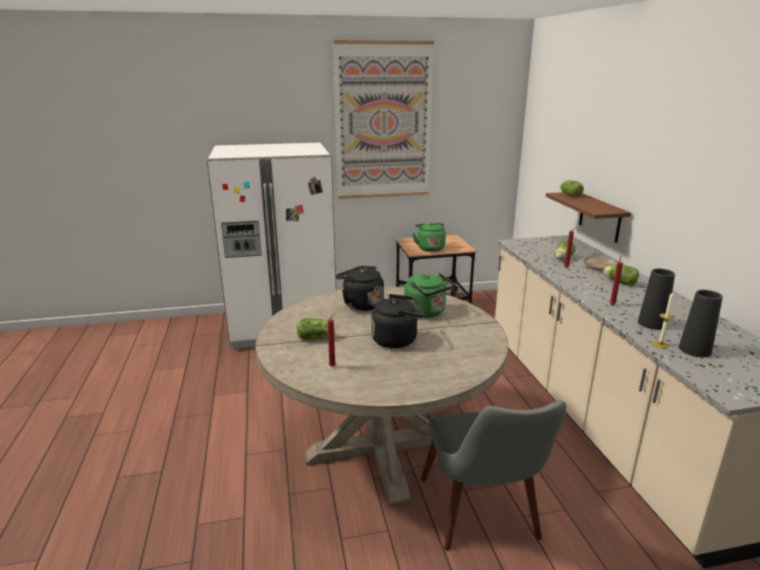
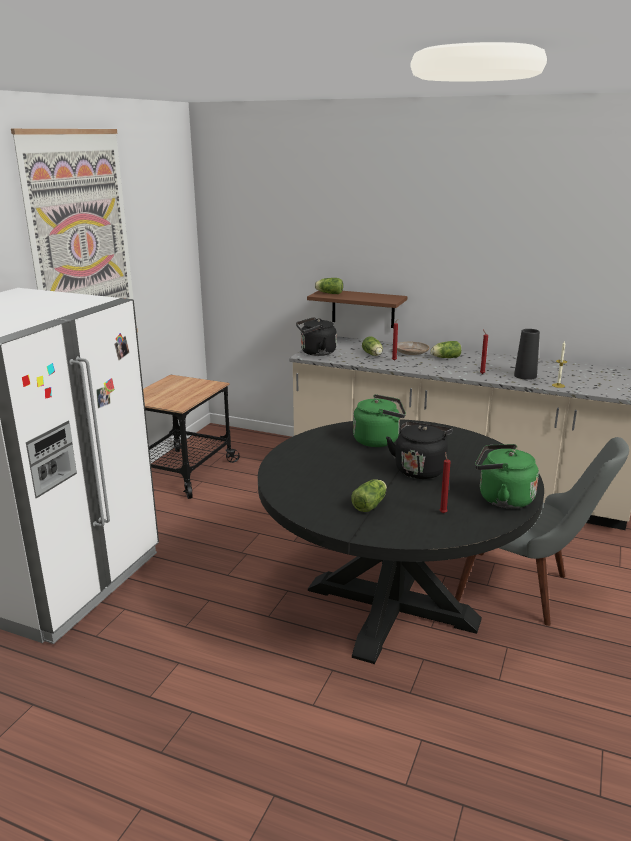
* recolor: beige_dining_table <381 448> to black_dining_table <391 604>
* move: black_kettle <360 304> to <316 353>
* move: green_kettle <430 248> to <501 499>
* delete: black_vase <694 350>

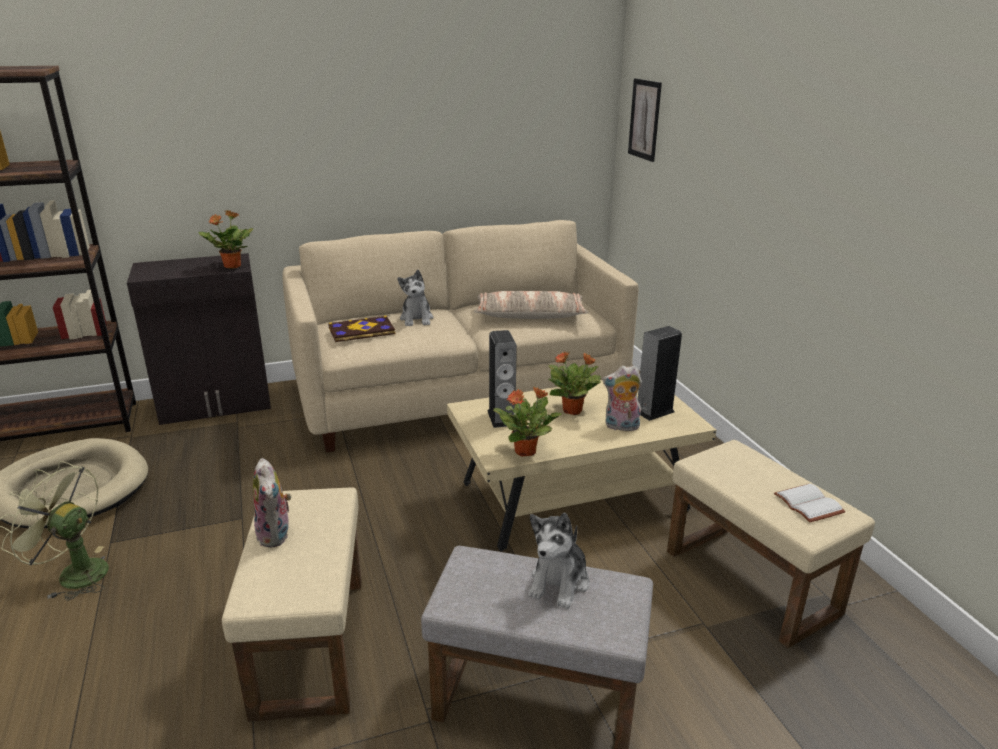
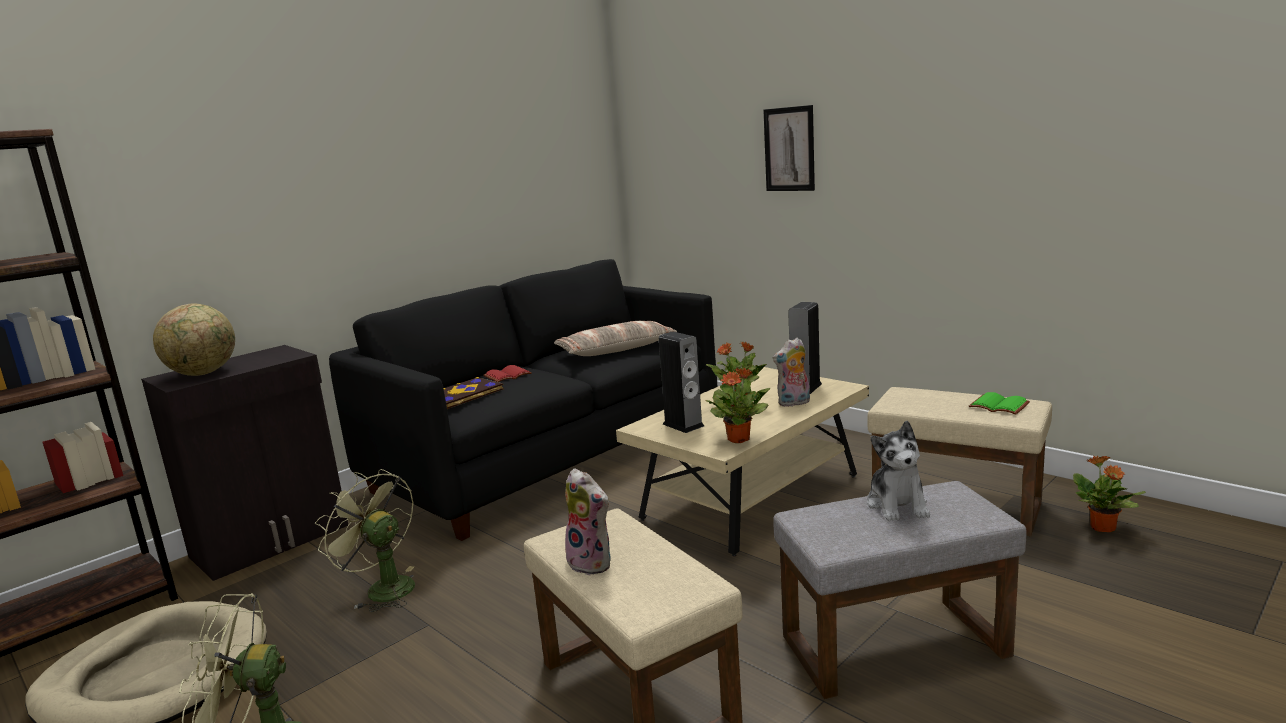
* insert: globe <203 373>
* insert: green_fan <382 588>
* recolor: beige_sofa <459 393> to black_sofa <550 456>
* replace: plush_toy <417 319> to red_book <507 375>
* move: picture <644 119> to <789 149>
* recolor: white_book <810 504> to green_book <1000 405>
* move: potted_plant <231 266> to <1103 528>

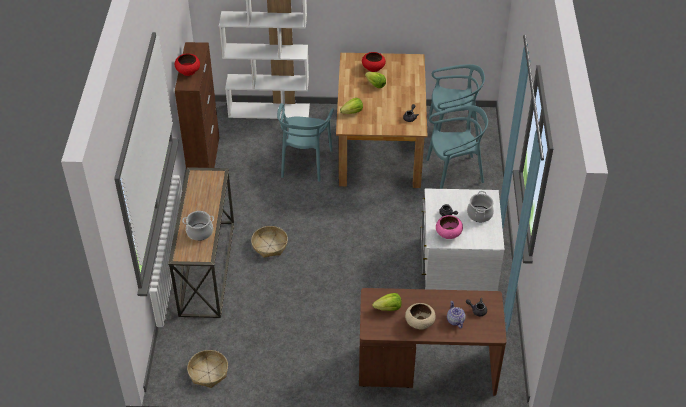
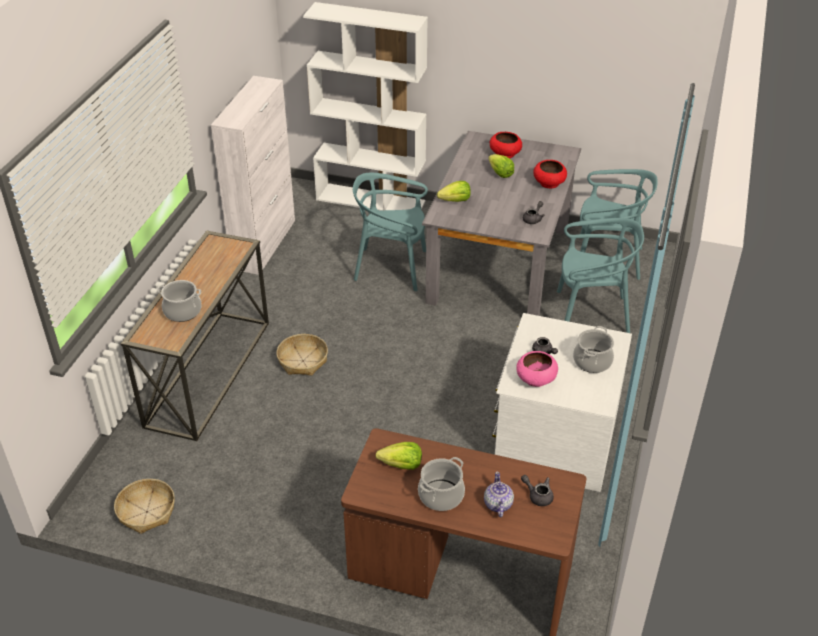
* recolor: brown_cabinet <204 160> to white_cabinet <264 244>
* rotate: turquoise_chair <304 162> = <391 267> 75 degrees clockwise
* replace: beige_bowl <419 322> to cooking_pot <441 495>
* recolor: brown_dining_table <379 145> to grey_dining_table <499 263>
* move: red_bowl <188 71> to <549 183>

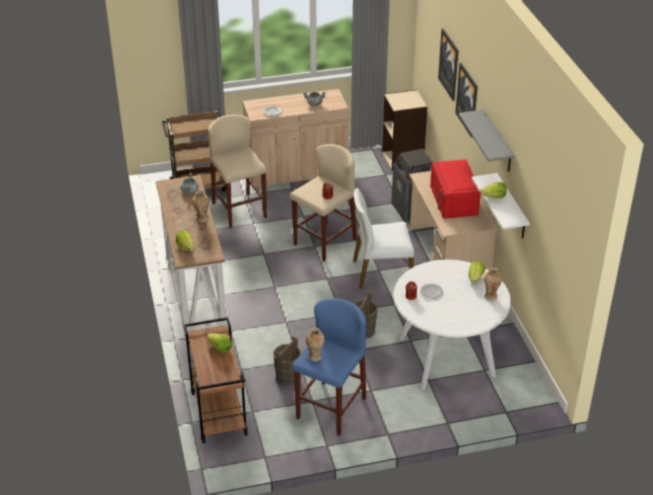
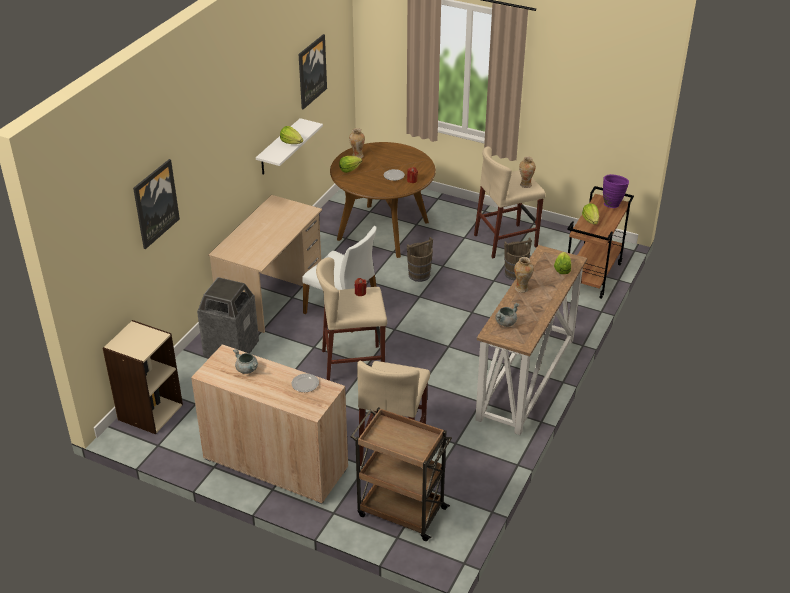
* move: picture <467 99> to <311 71>
* recolor: white_dining_table <446 356> to brown_dining_table <383 230>
* recolor: blue_stool <331 408> to beige_stool <505 241>
* insert: purple_vase <612 204>
* delete: red_microwave <454 200>
* delete: grey_shelf <498 142>

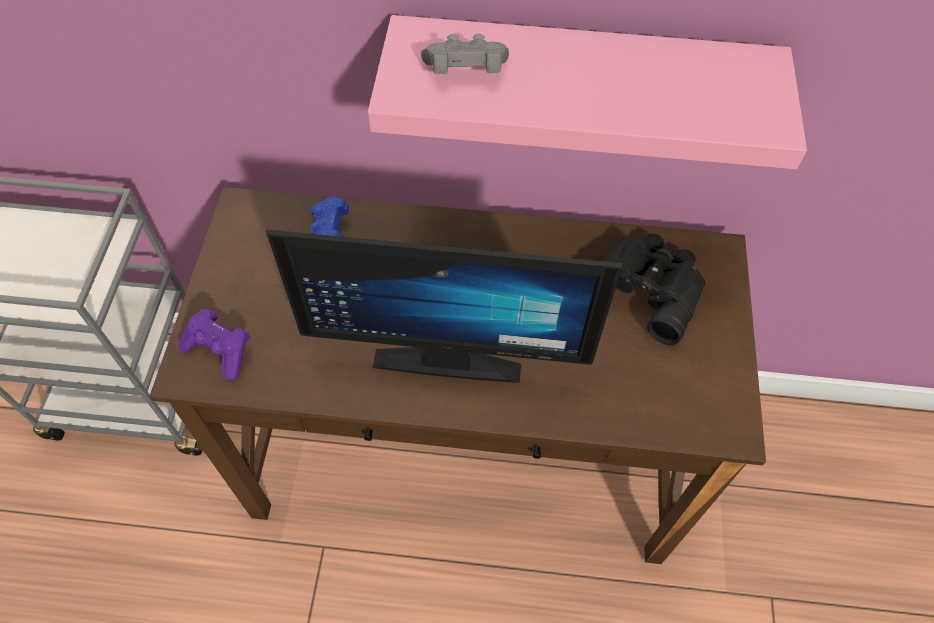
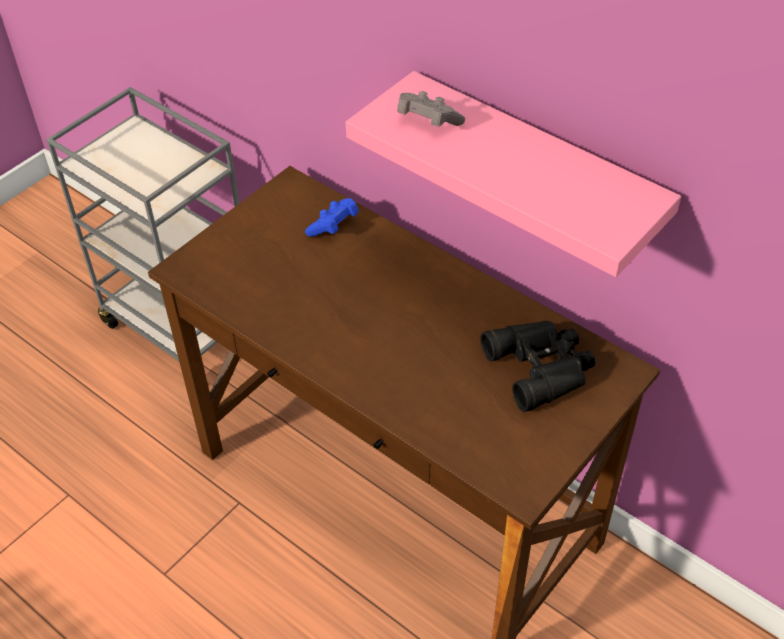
* delete: purple_game_controller <220 350>
* delete: monitor <448 350>

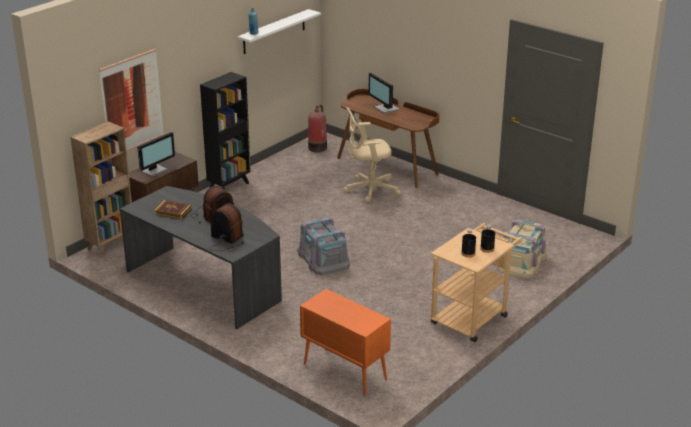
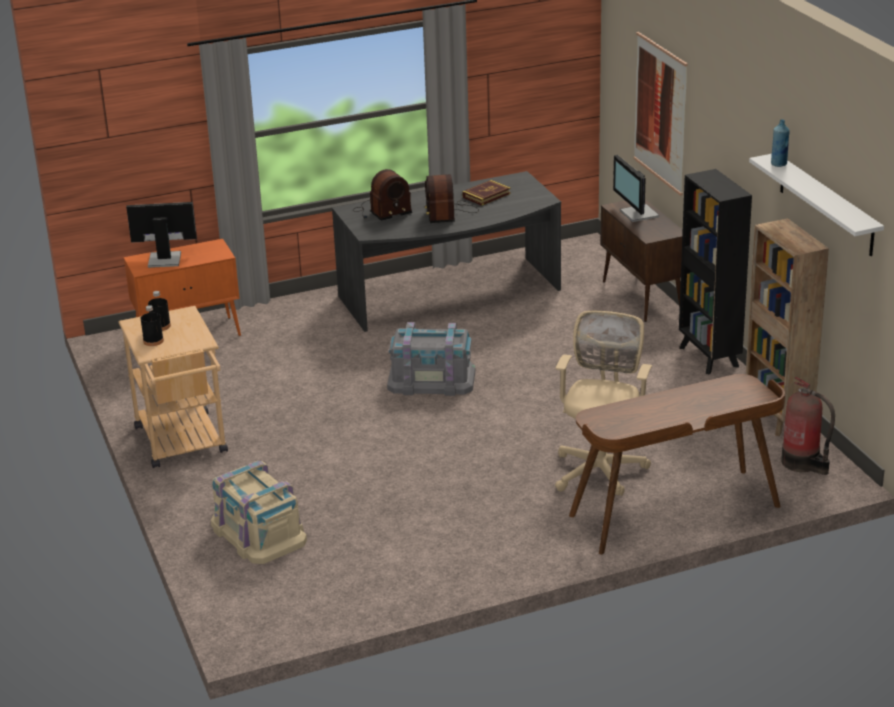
* move: monitor <385 109> to <164 259>
* move: brown_bookcase <111 245> to <777 417>

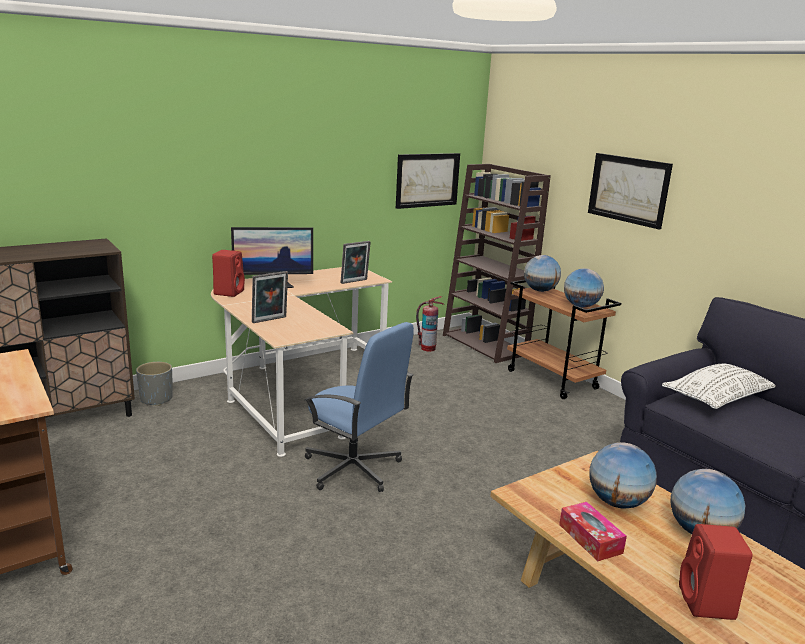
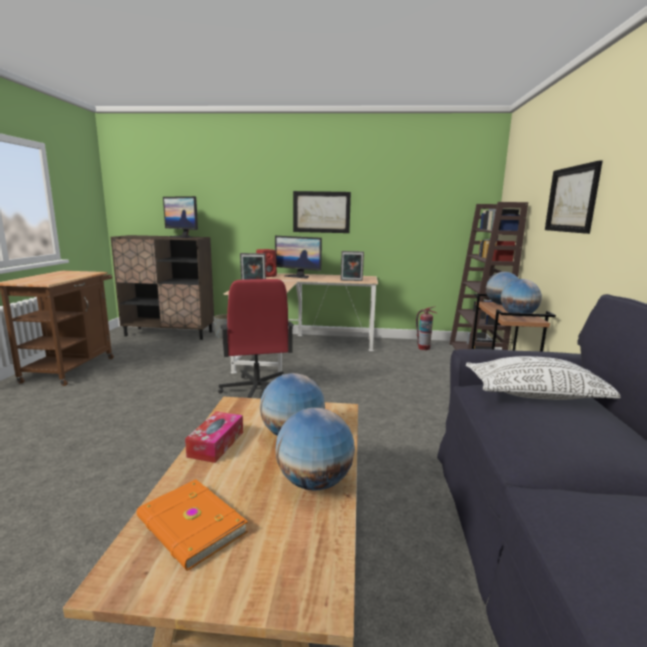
* replace: red_speaker <707 604> to orange_book <190 526>
* insert: monitor <183 237>
* recolor: blue_office_chair <353 469> to red_office_chair <256 390>
* move: picture <427 180> to <321 212>

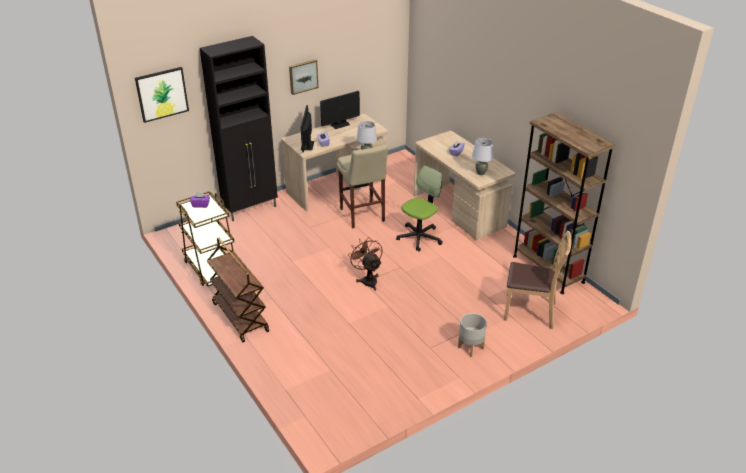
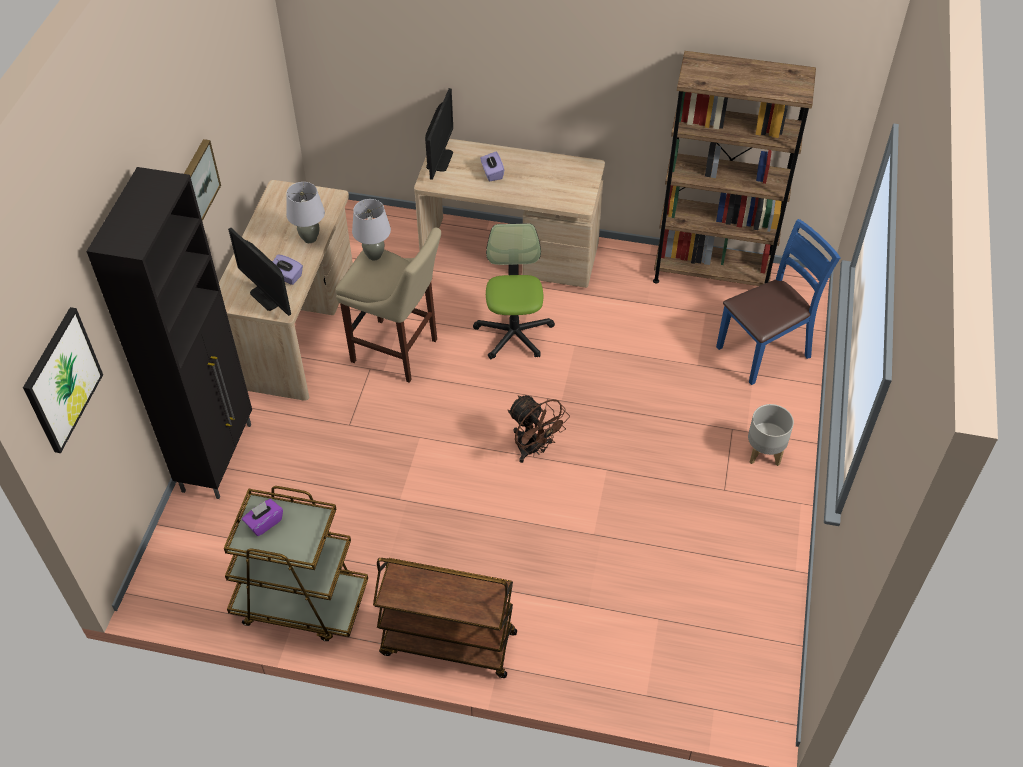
* move: grey_table_lamp <481 173> to <310 238>
* move: monitor <340 124> to <439 160>
* rotate: brown_fan <368 280> = <534 449> 150 degrees counterclockwise
* recolor: brown_chair <530 312> to blue_chair <764 351>

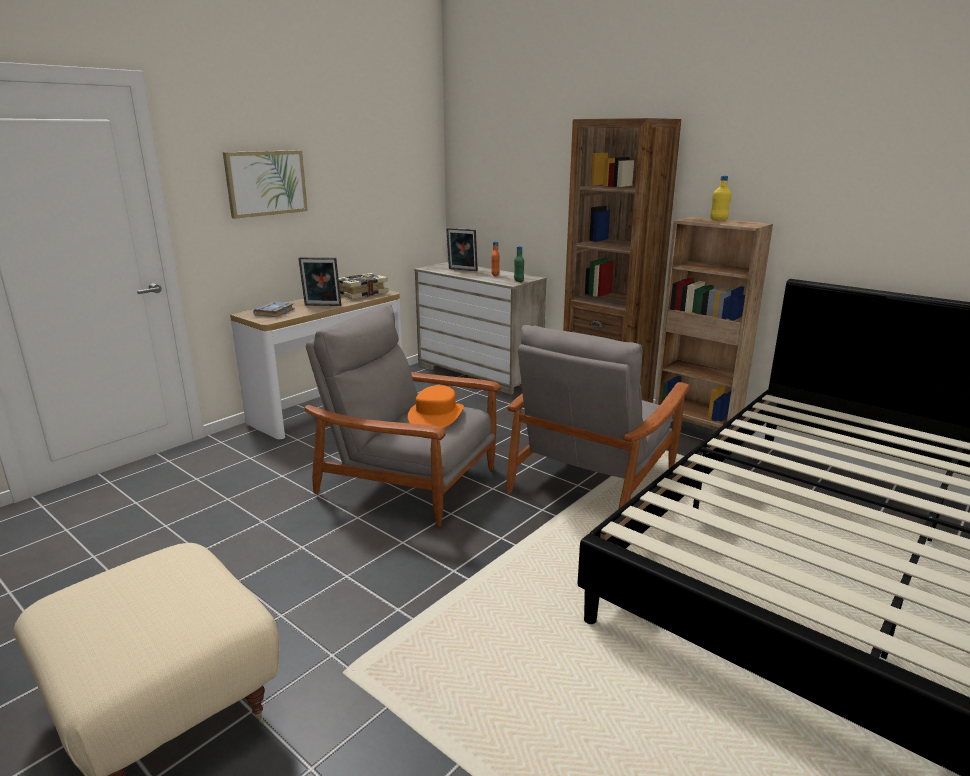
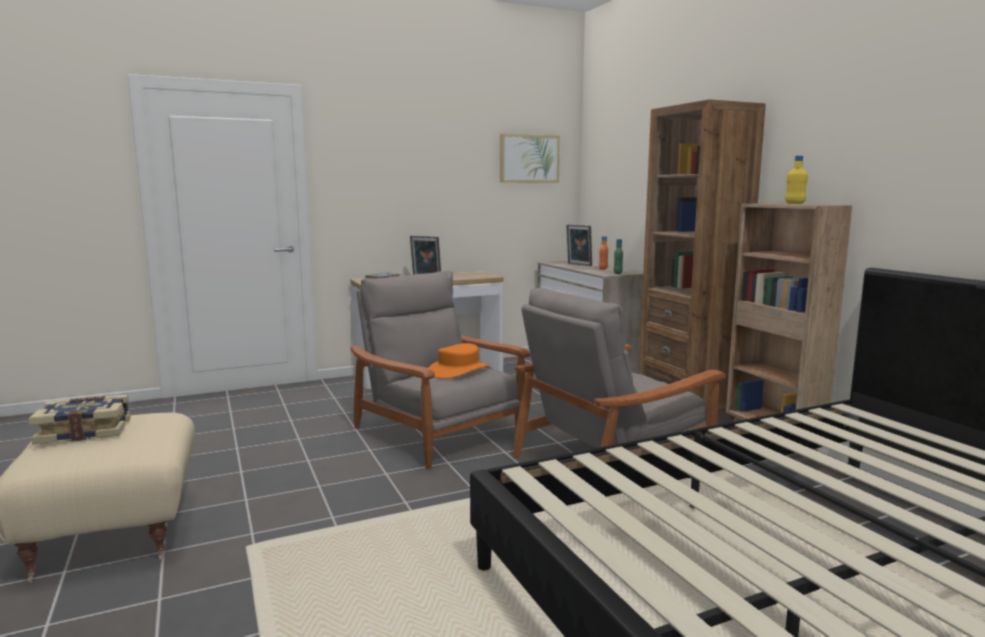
* move: book <361 293> to <85 431>
* move: picture <266 183> to <529 159>

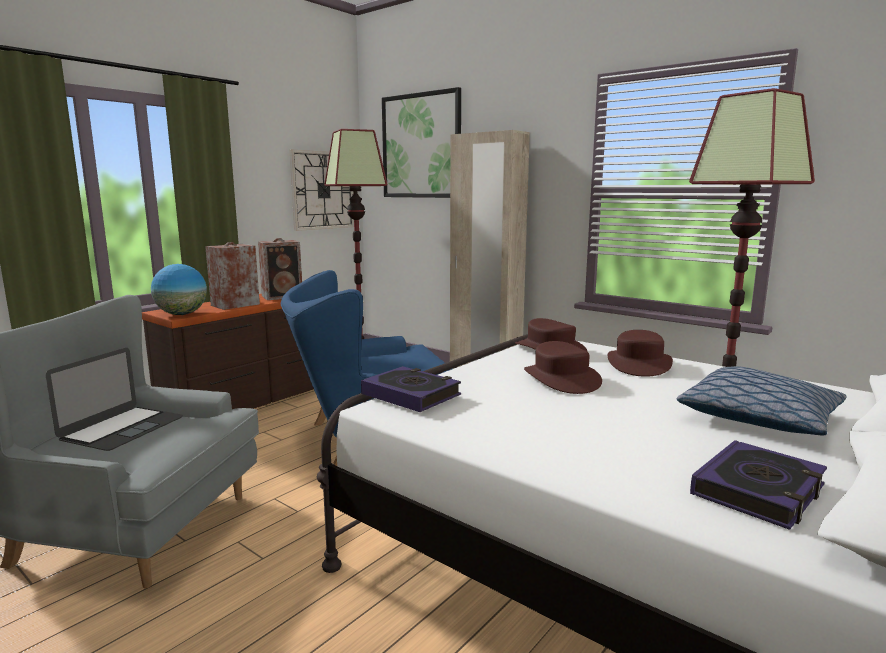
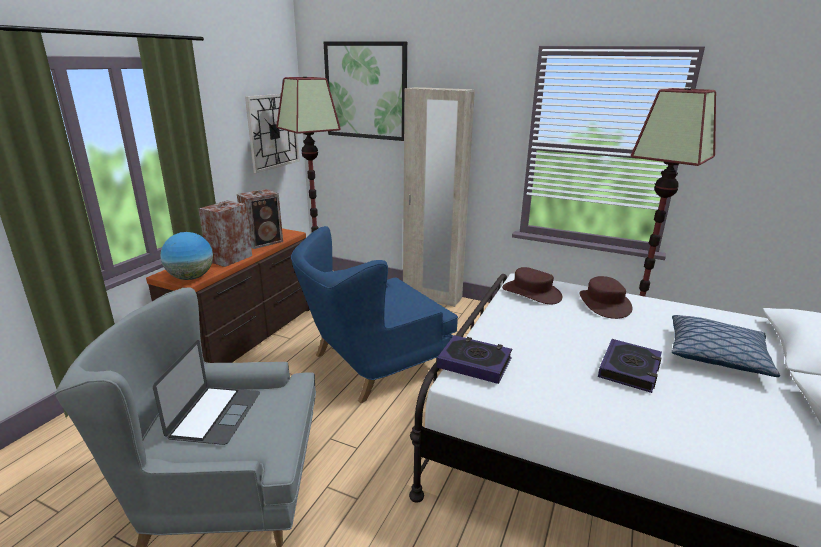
* move: book <758 491> to <629 369>
* delete: brown_hat <561 379>

